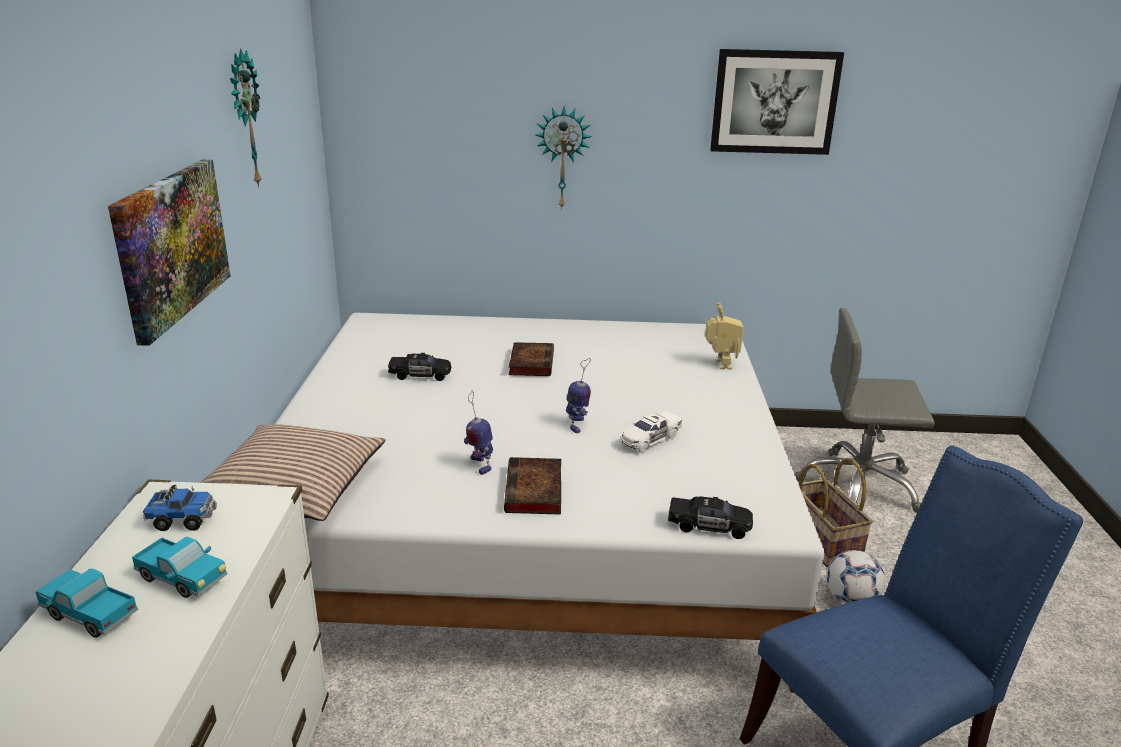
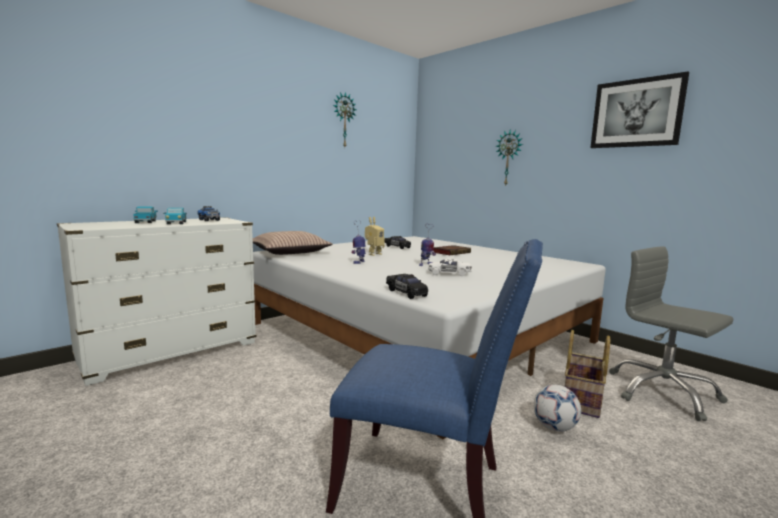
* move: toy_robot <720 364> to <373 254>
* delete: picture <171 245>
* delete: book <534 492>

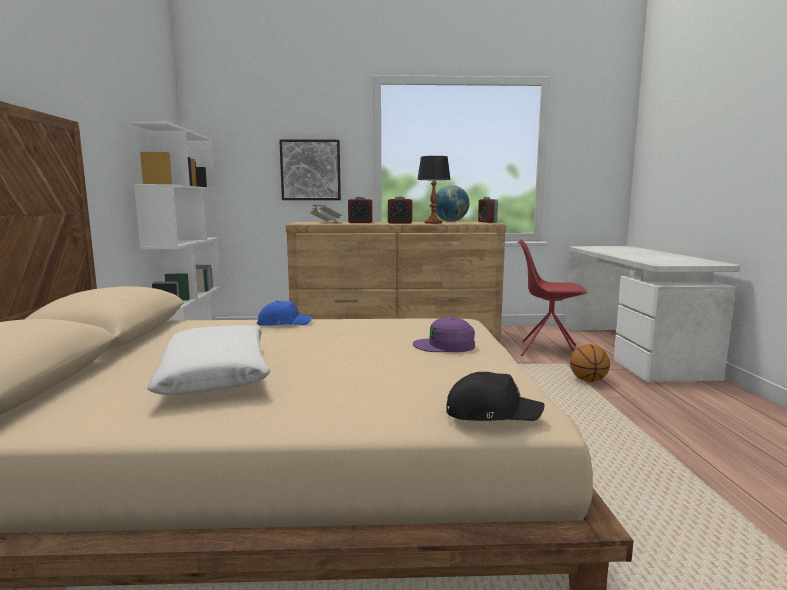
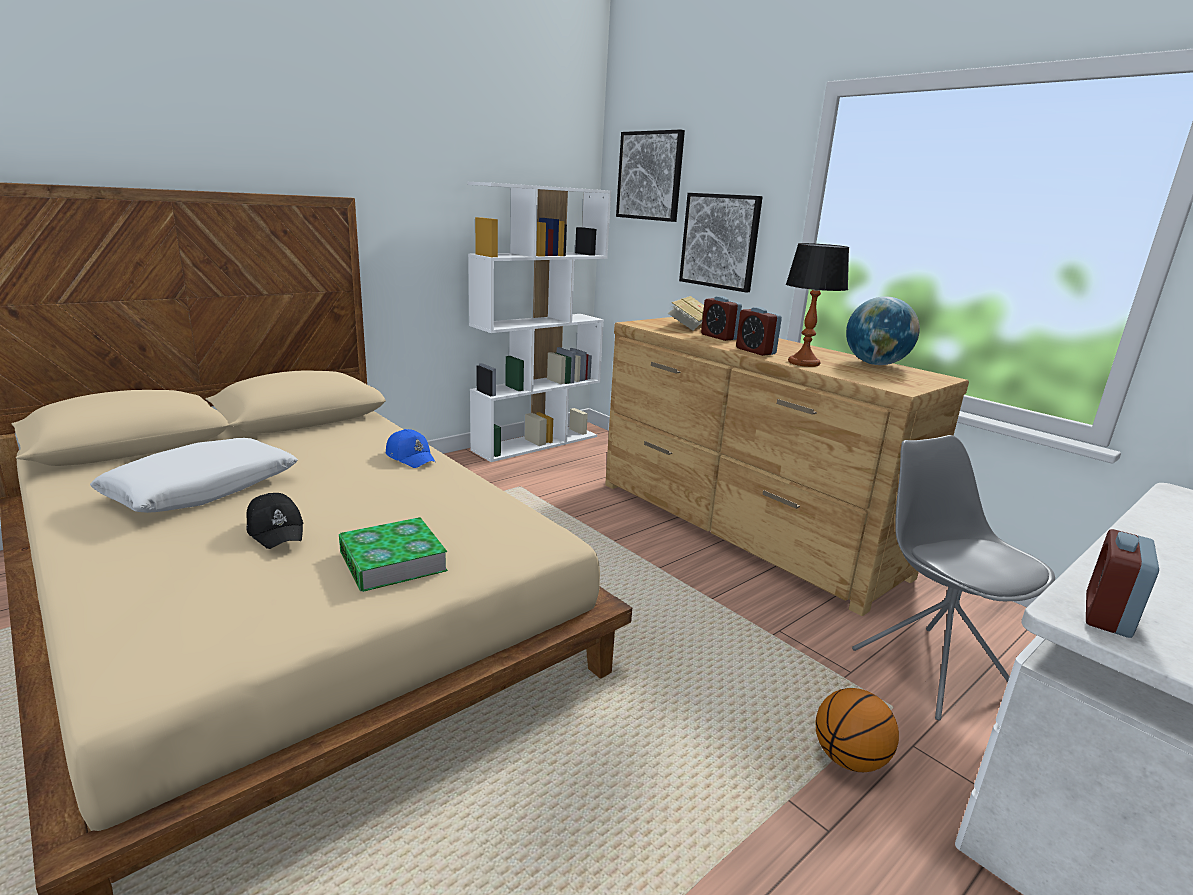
* move: black_cap <491 412> to <276 530>
* replace: purple_cap <445 345> to book <392 561>
* insert: picture <650 176>
* recolor: red_chair <547 350> to grey_chair <930 669>
* move: alarm_clock <487 222> to <1107 615>

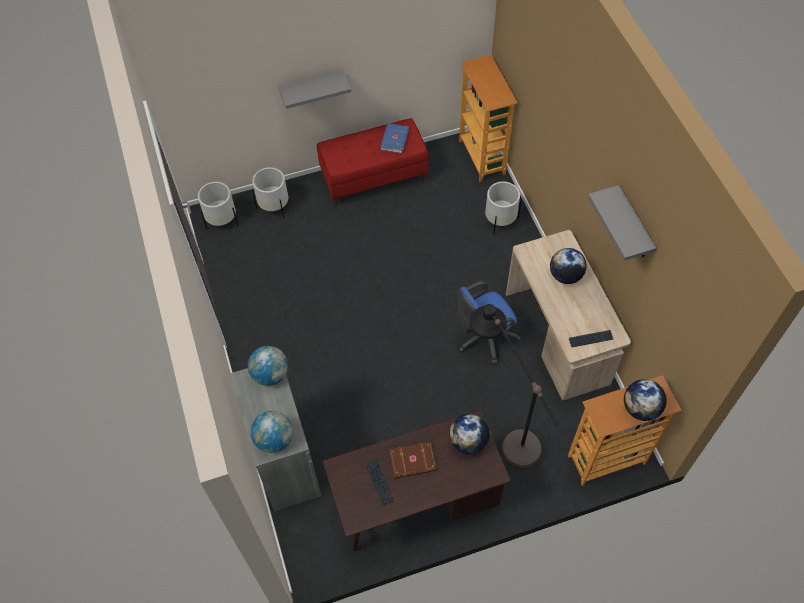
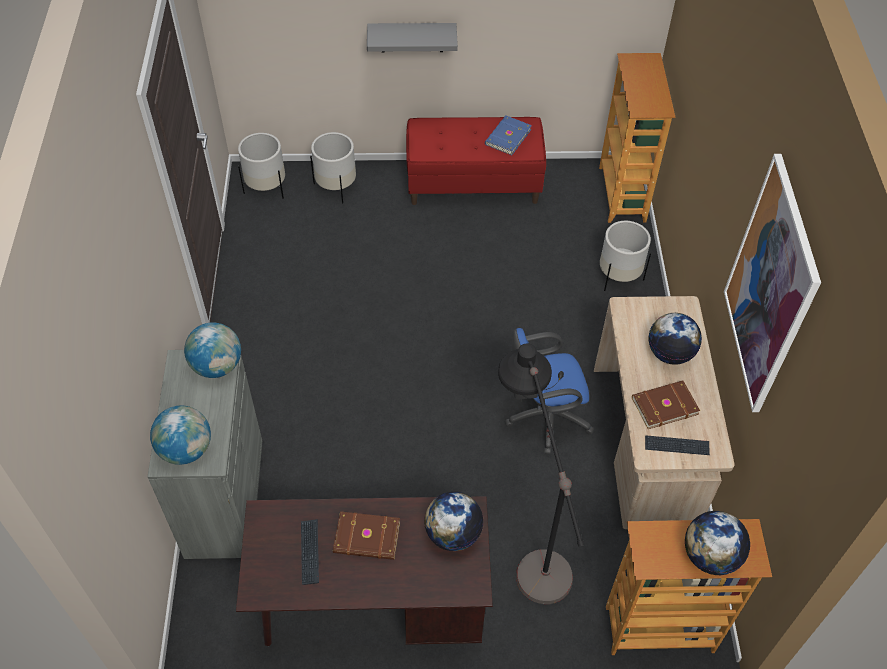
* insert: brown_book <663 405>
* replace: grey_shelf <634 225> to picture <770 287>

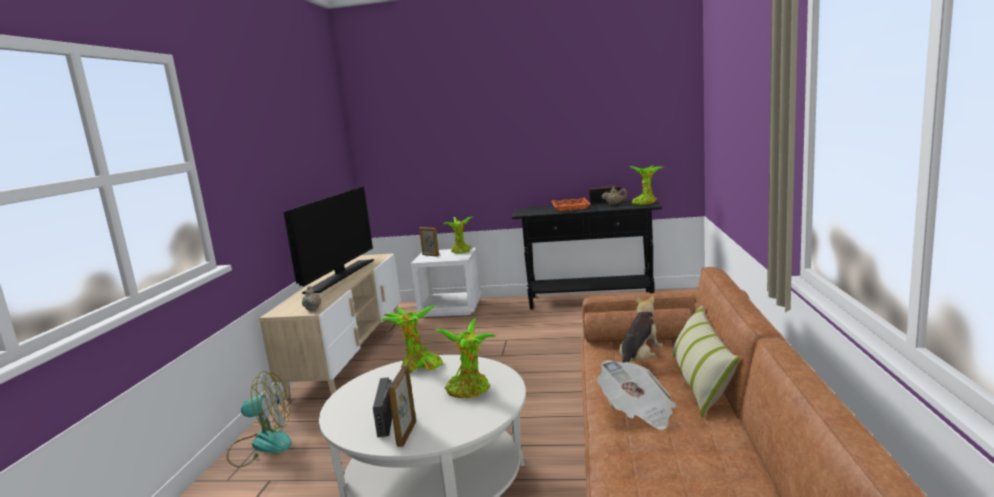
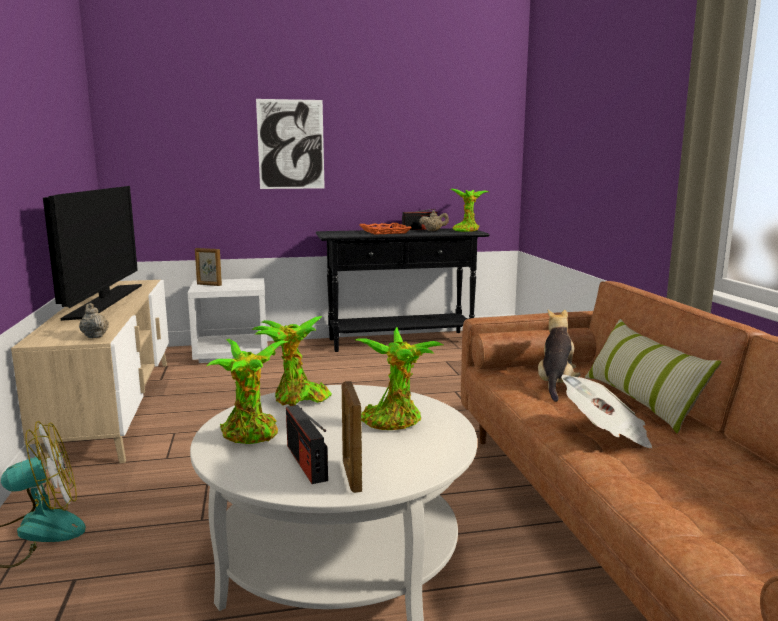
* move: potted_plant <461 251> to <251 435>
* insert: picture <291 144>

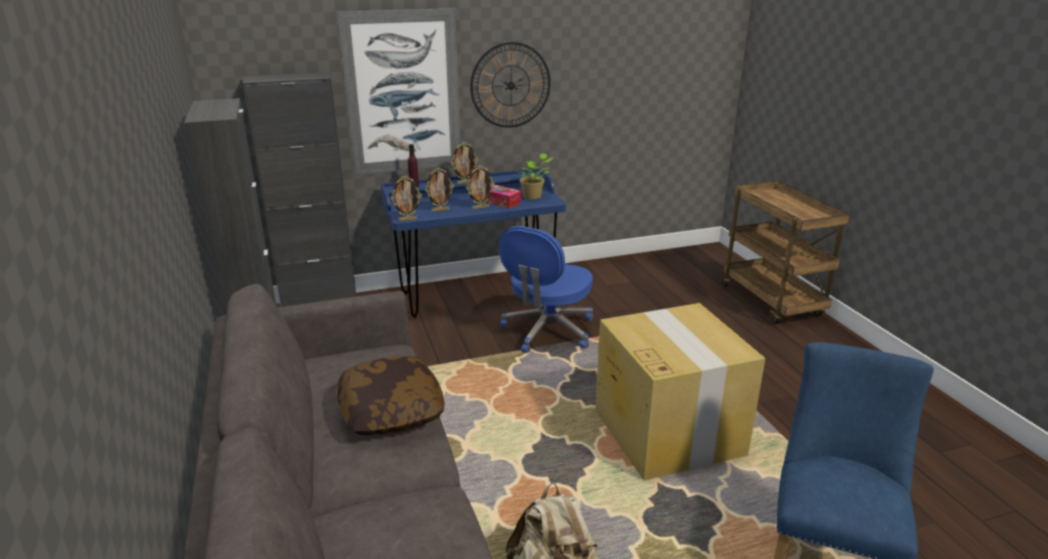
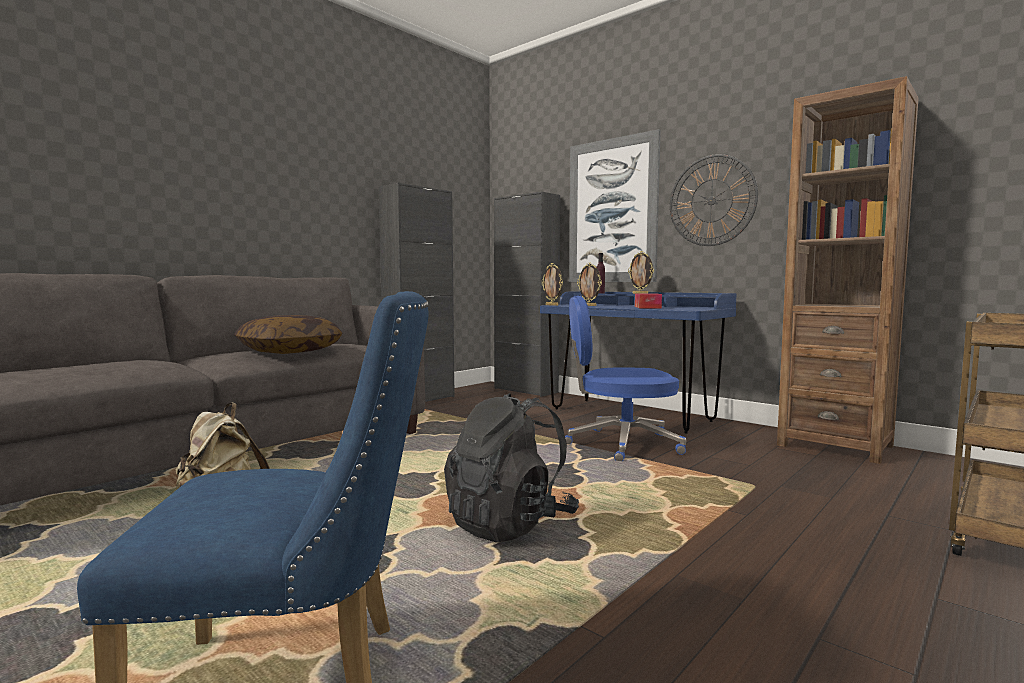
* replace: cardboard_box <667 432> to black_backpack <510 524>
* insert: brown_bookcase <835 445>
* delete: picture_frame <480 208>
* delete: potted_plant <533 197>

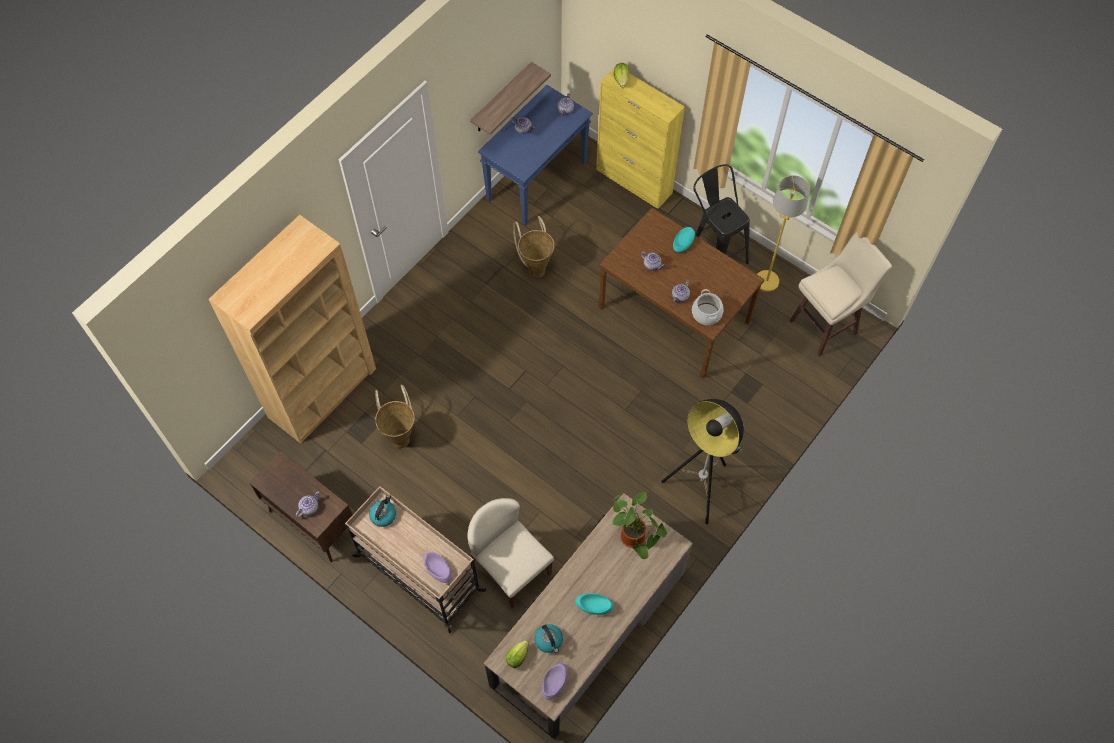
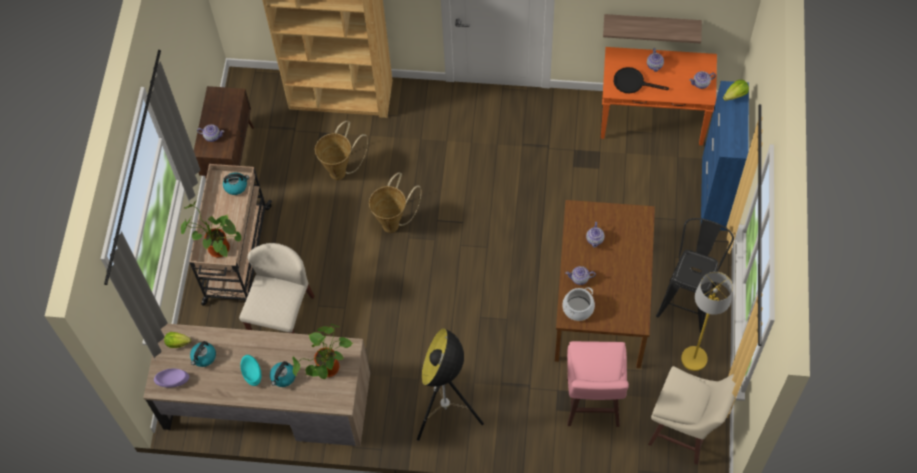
* replace: purple_bowl <437 569> to potted_plant <216 249>
* insert: kettle <283 377>
* move: basket <536 268> to <394 223>
* insert: pink_stool <592 404>
* recolor: blue_console_table <537 181> to orange_console_table <653 120>
* insert: black_frying_pan <633 82>
* recolor: yellow_cabinet <634 181> to blue_cabinet <714 194>
* delete: turquoise_bowl <683 243>

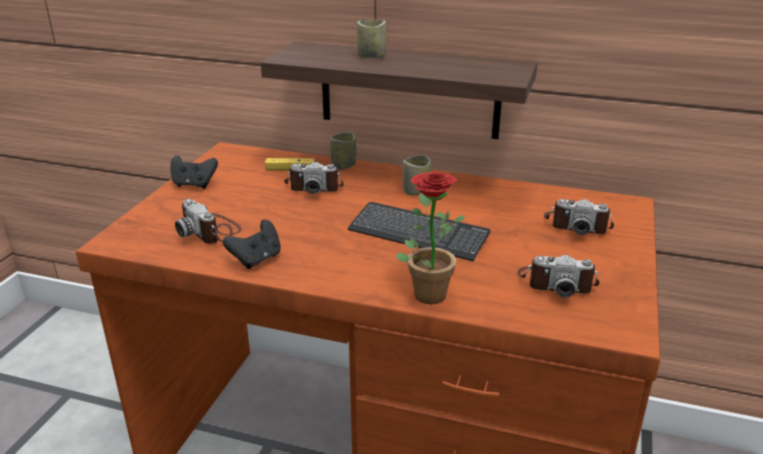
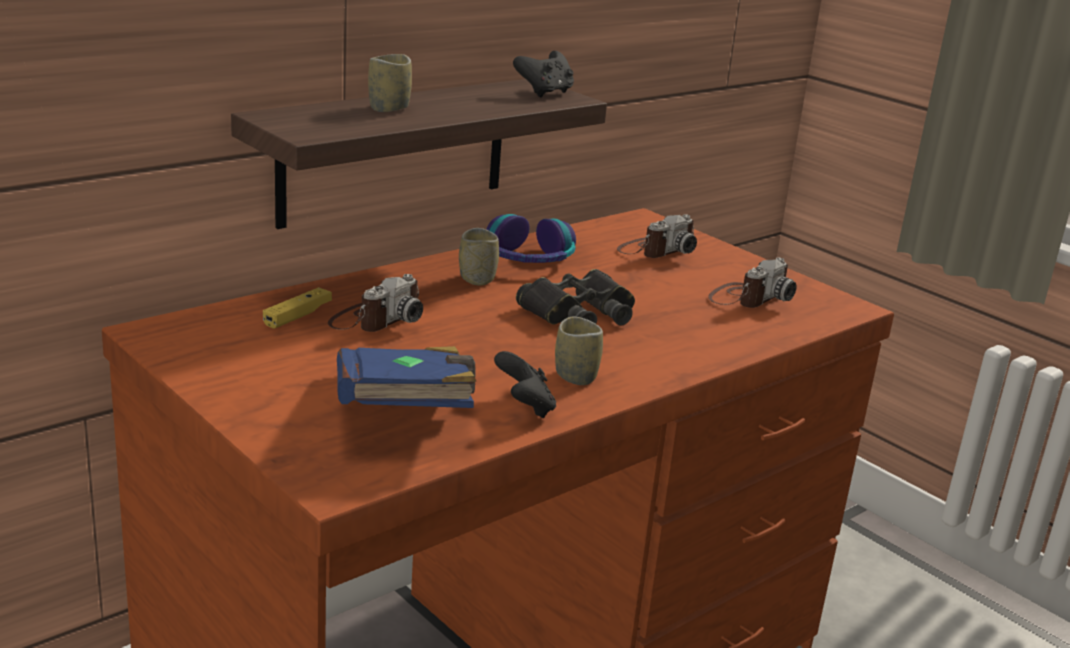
* replace: photo_camera <211 231> to blue_book <405 412>
* insert: headphones <527 259>
* move: black_game_controller <194 185> to <545 93>
* replace: keyboard <418 233> to black_binoculars <579 313>
* move: cup <343 166> to <575 376>
* delete: potted_plant <426 291>

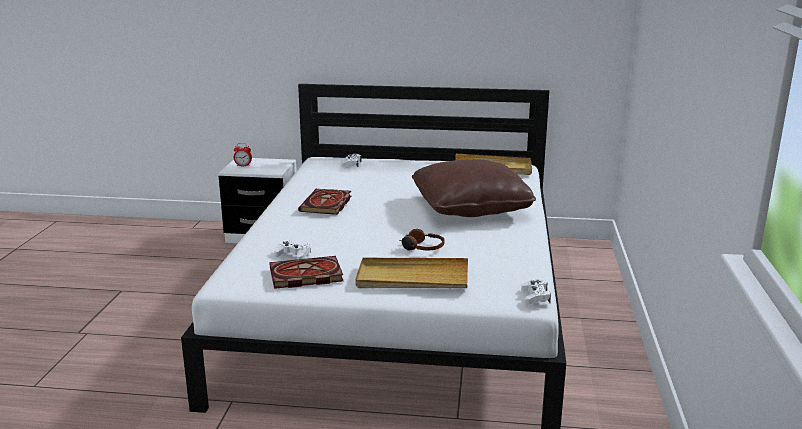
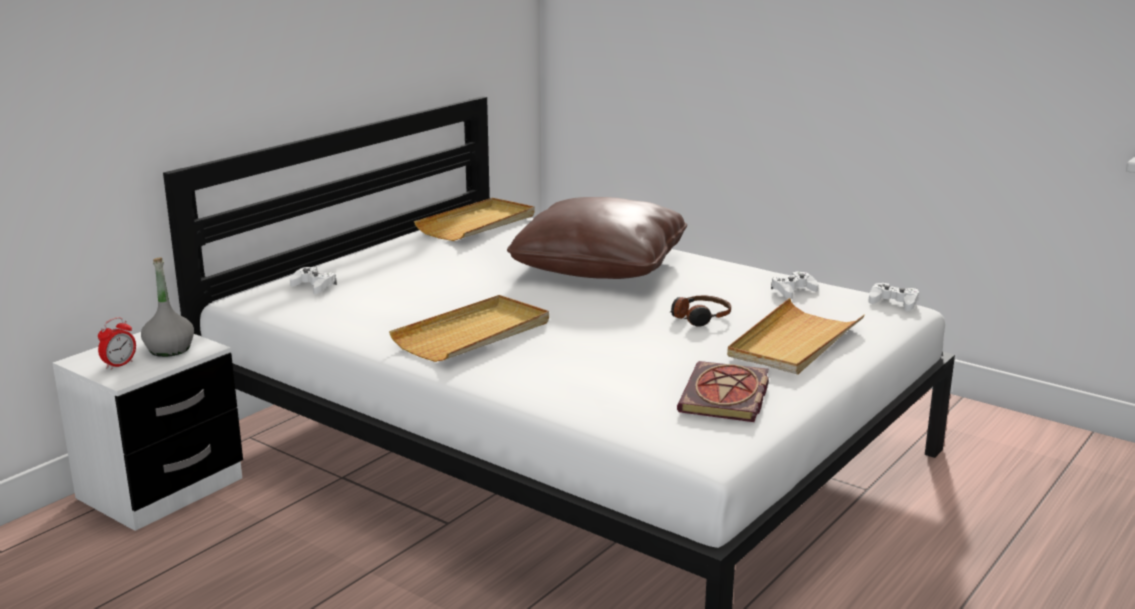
* insert: grey_bottle <169 349>
* replace: book <326 205> to beige_tray <473 334>
* move: white_game_controller <293 255> to <793 291>

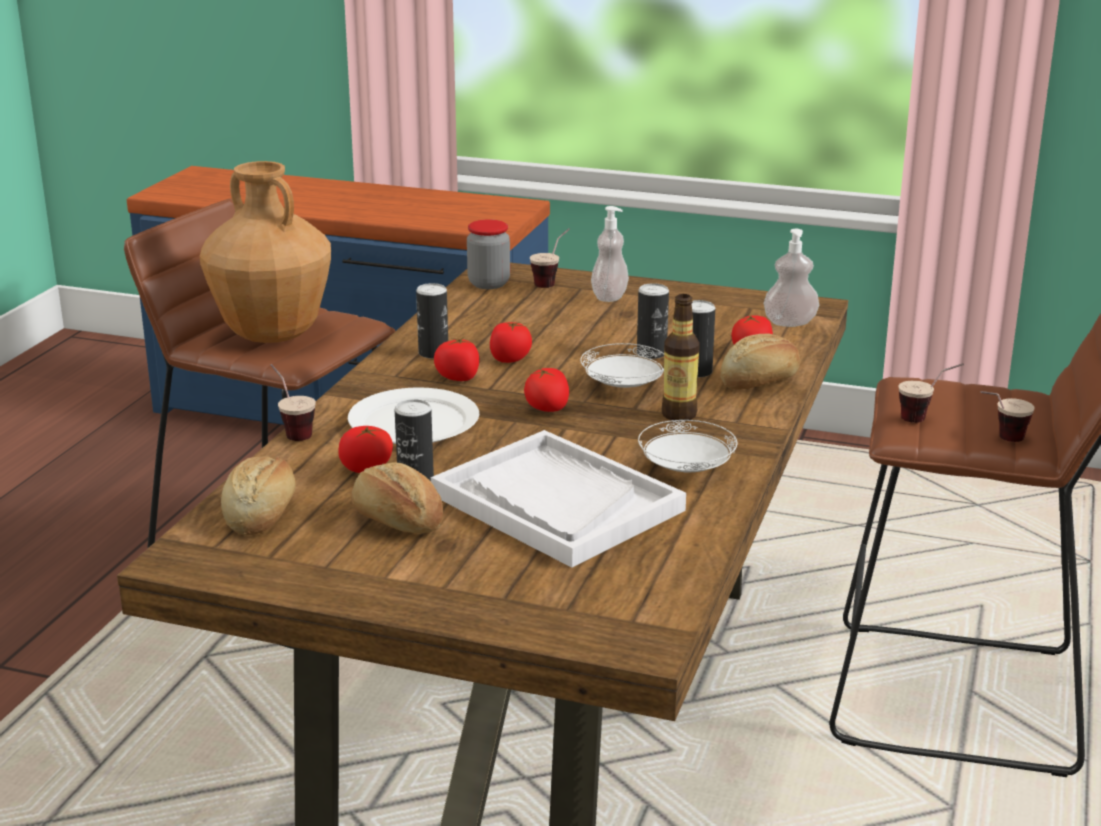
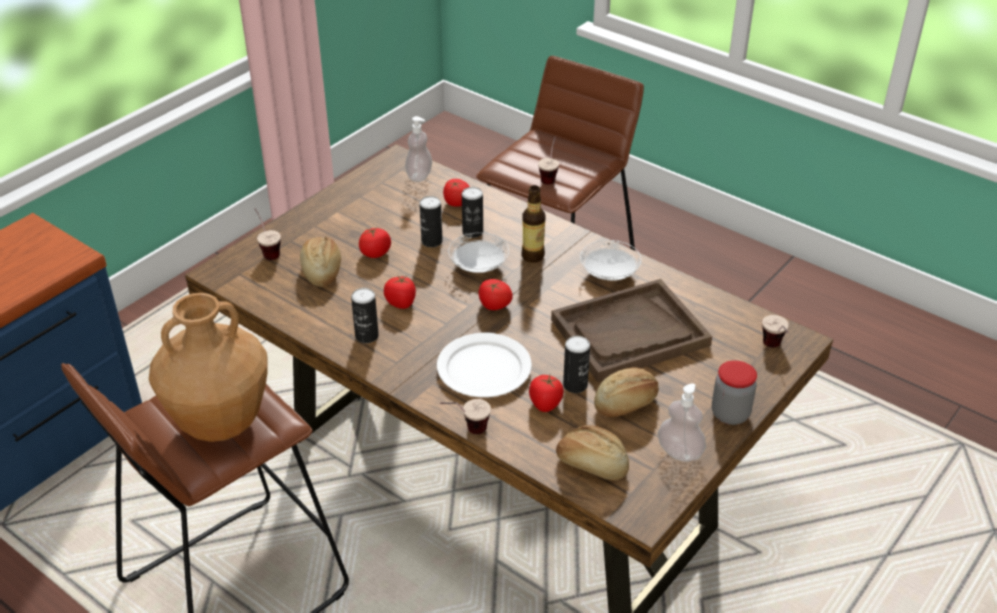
* move: bread <761 381> to <322 270>
* move: tomato <458 377> to <375 253>
* recolor: white_tray <556 503> to brown_tray <629 333>
* move: soap_dispenser <609 297> to <679 452>
* move: jar <489 283> to <730 414>
* move: cup <1000 440> to <774 349>

